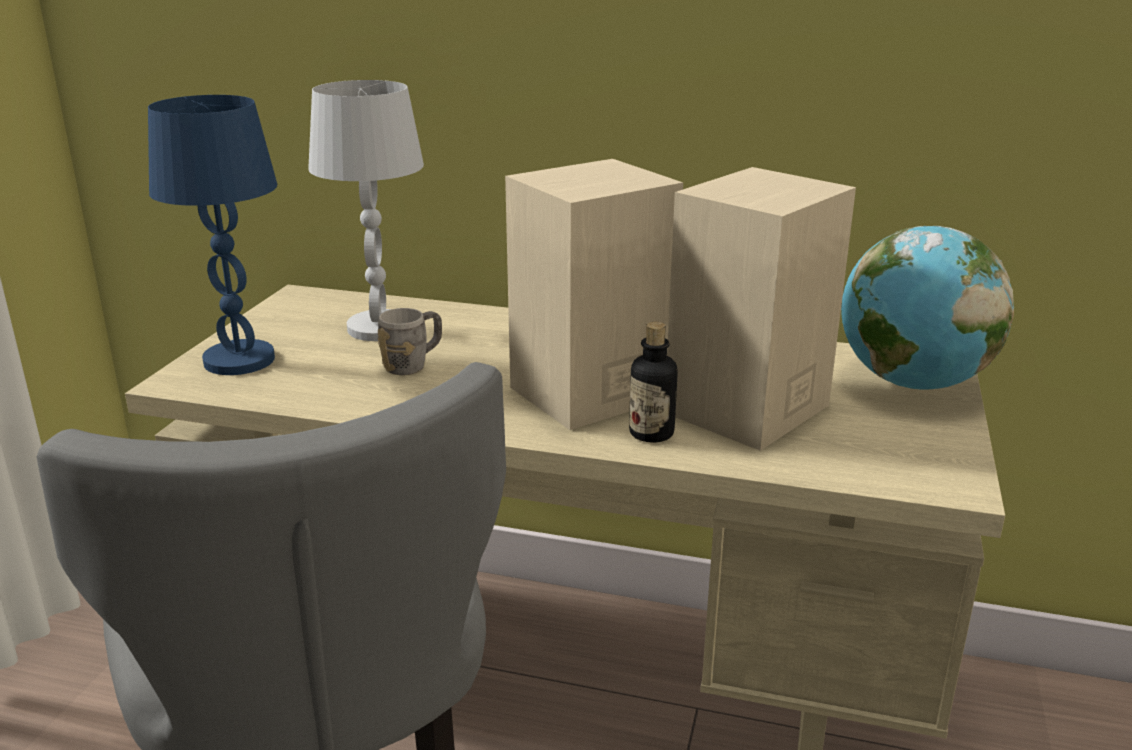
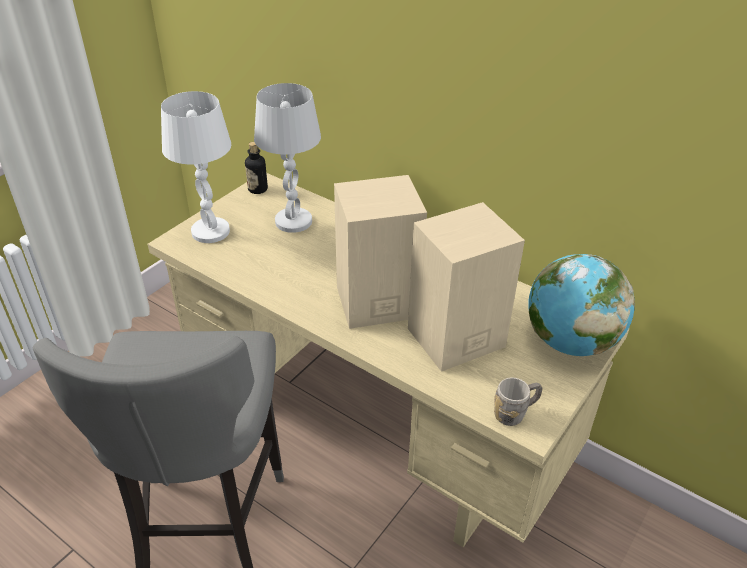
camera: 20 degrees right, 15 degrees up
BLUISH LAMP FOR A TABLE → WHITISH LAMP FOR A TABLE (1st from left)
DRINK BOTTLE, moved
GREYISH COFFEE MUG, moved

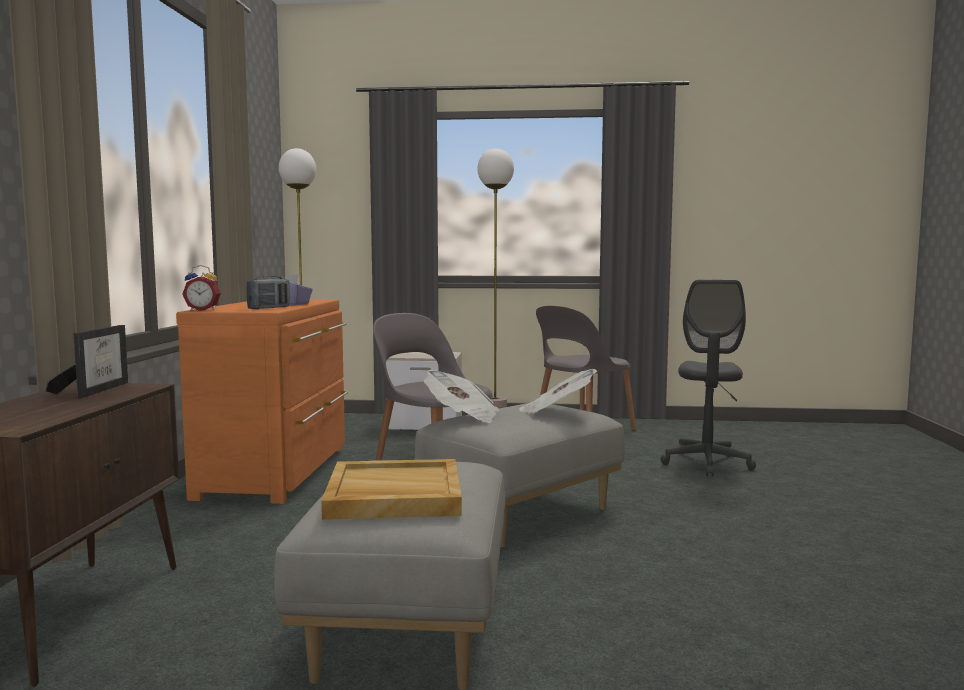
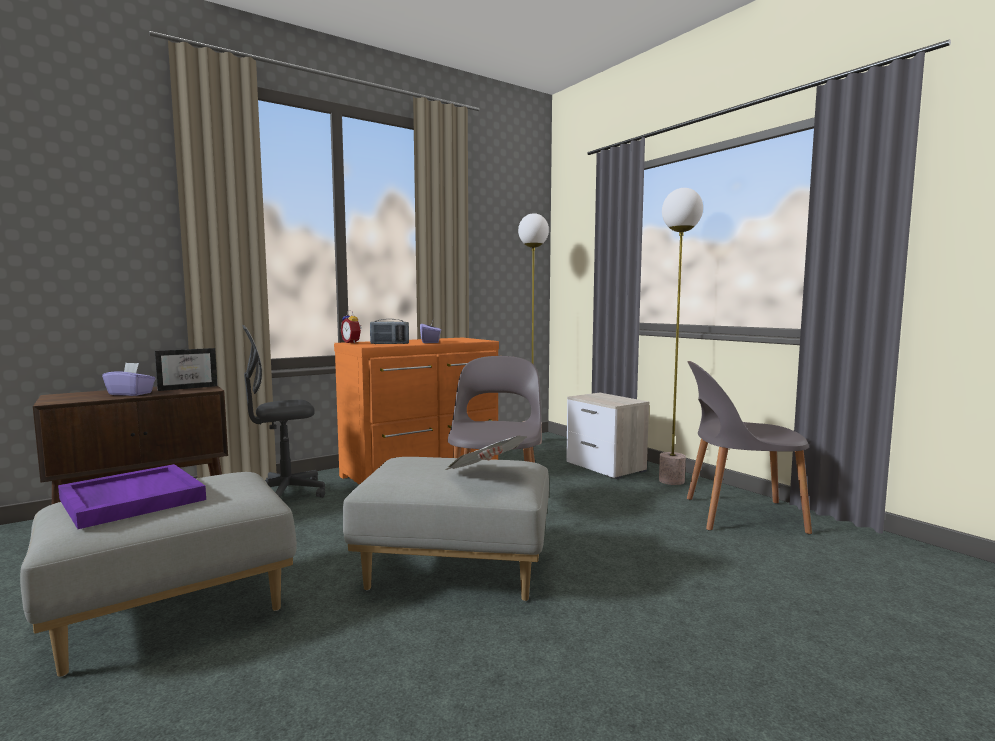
camera: 50 degrees right, 0 degrees up
BEIGE CARRYING TRAY → PURPLE CARRYING TRAY
- → PURPLE BOX OF TISSUES (1st from left)
GREYISH OFFICE CHAIR, moved
NEWSPAPER (1st from left) → -

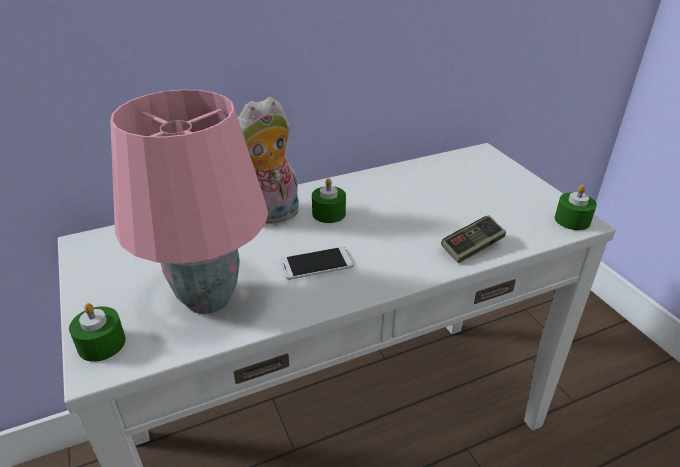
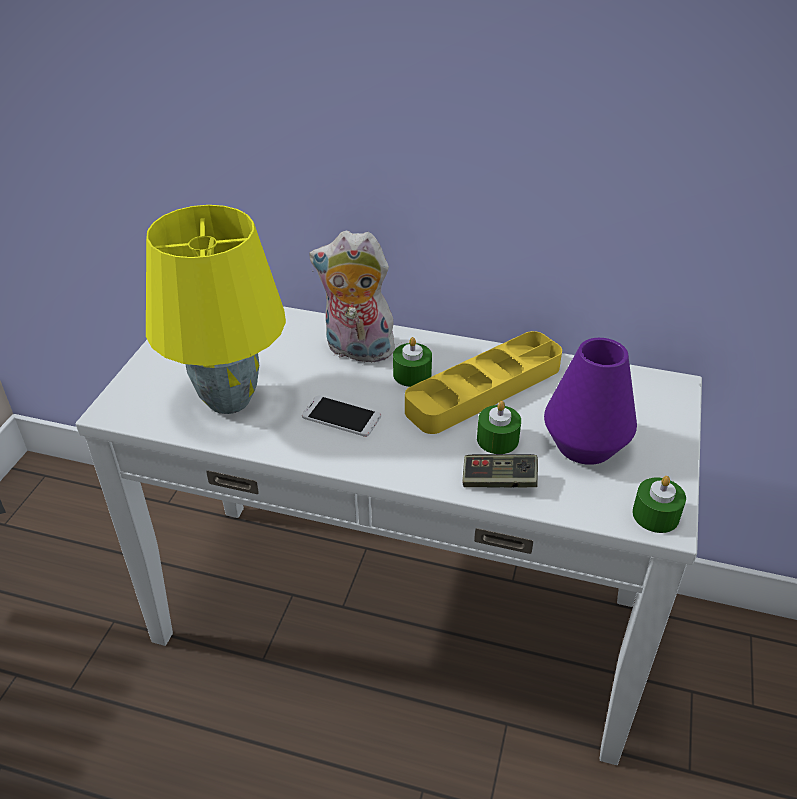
camera: 40 degrees right, 5 degrees up
PINK-COLOURED LAMP FOR A TABLE → YELLOWISH LAMP FOR A TABLE
- → YELLOWISH CARRYING TRAY
GREEN WAX CANDLE (1st from left in the first image) → GREEN WAX CANDLE (2nd from left), moved
- → PURPLE DECORATIVE VASE

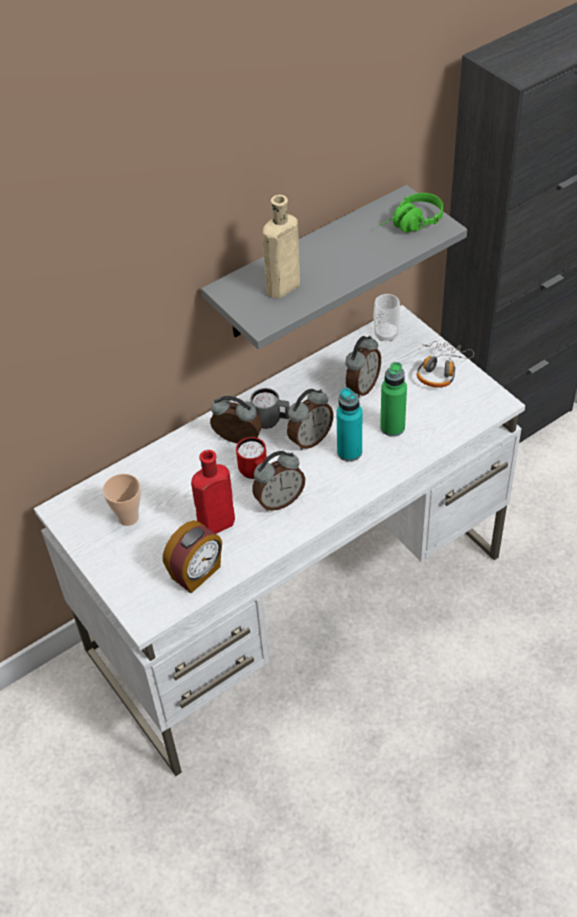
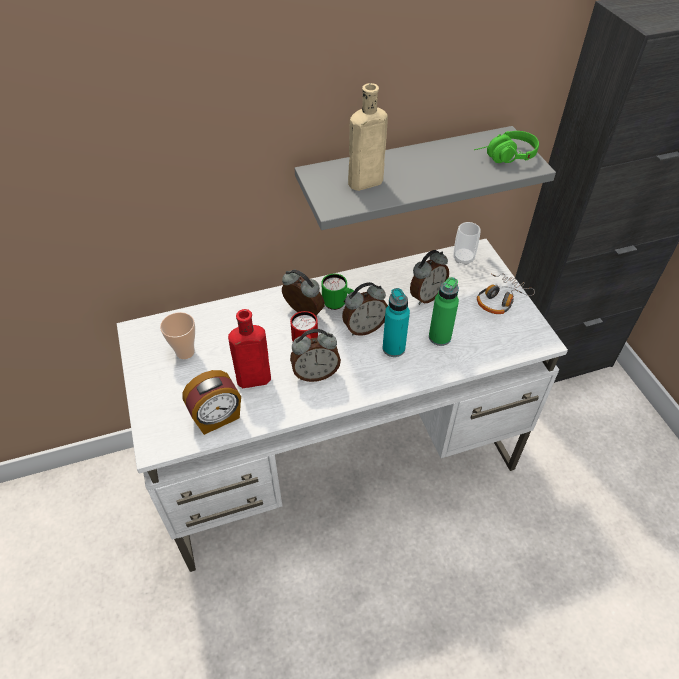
camera: 15 degrees right, 0 degrees up
GREYISH COFFEE MUG → GREEN COFFEE MUG

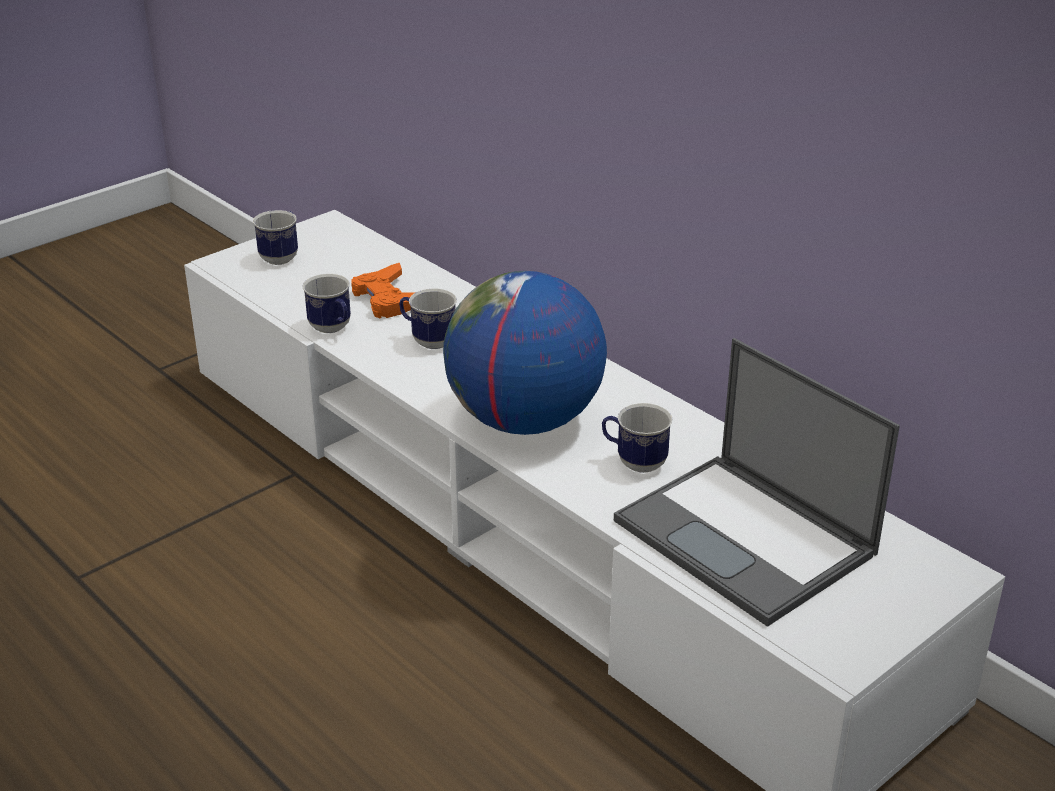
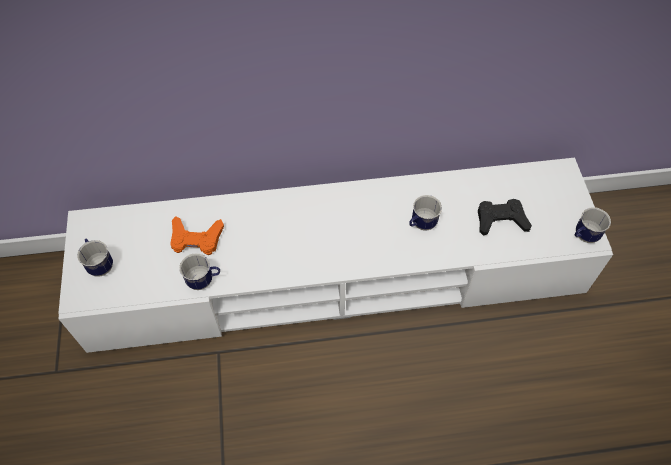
camera: 55 degrees left, 25 degrees up
LAPTOP → BLACK-COLOURED JOYPAD
COFFEE MUG (3rd from left in the first image) → COFFEE MUG (4th from left), moved
WORLD GLOBE → -

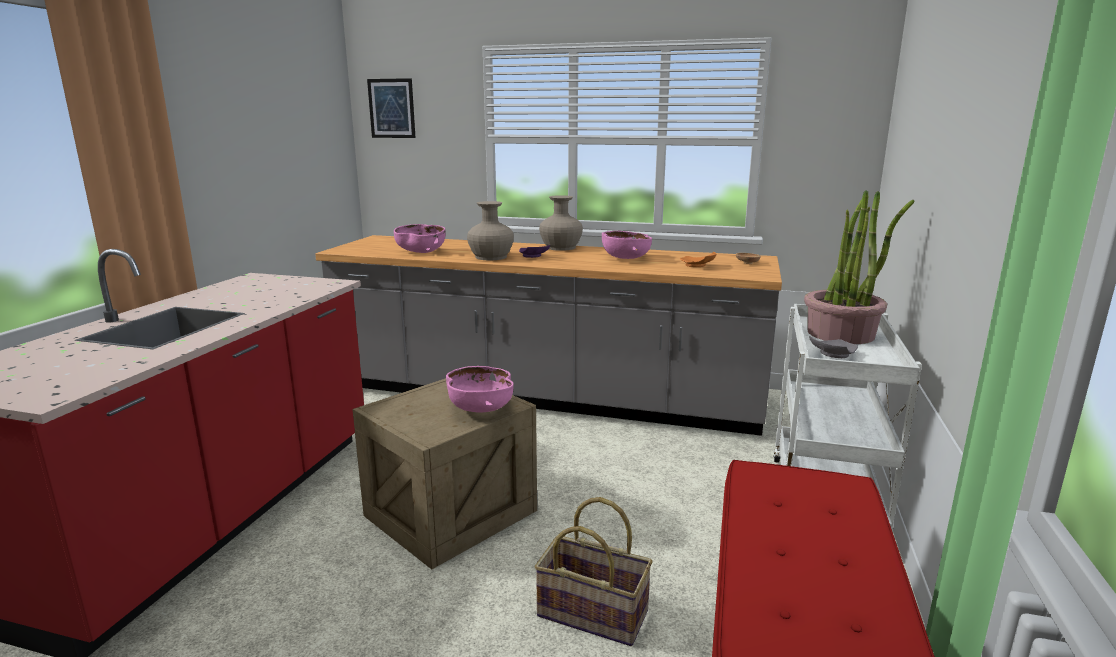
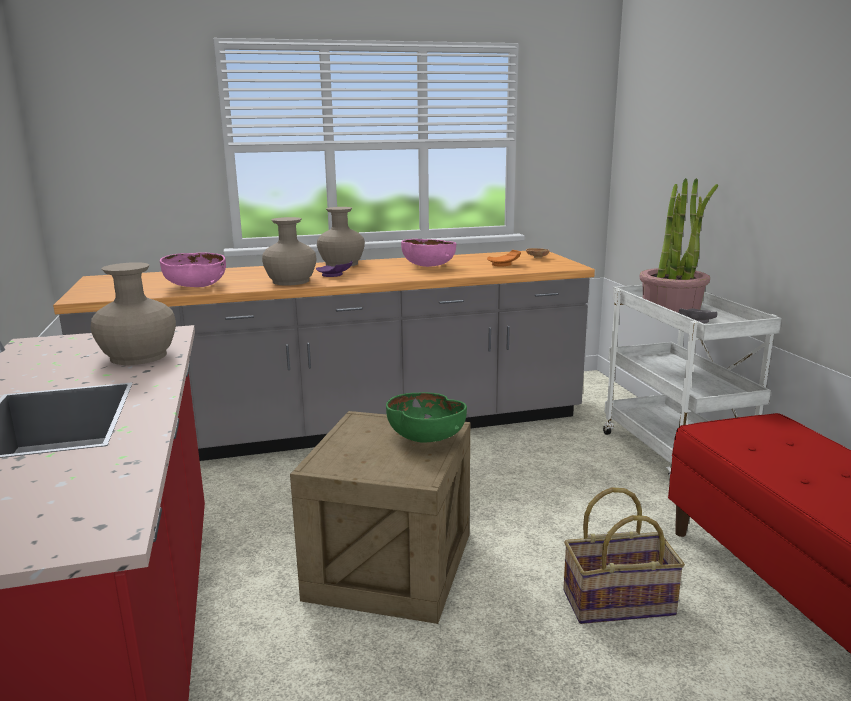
camera: 30 degrees left, 0 degrees up
- → BEIGE DECORATIVE VASE (1st from left)
PINK-COLOURED SERVING BOWL (2nd from left) → GREEN SERVING BOWL
WALL PICTURE → -

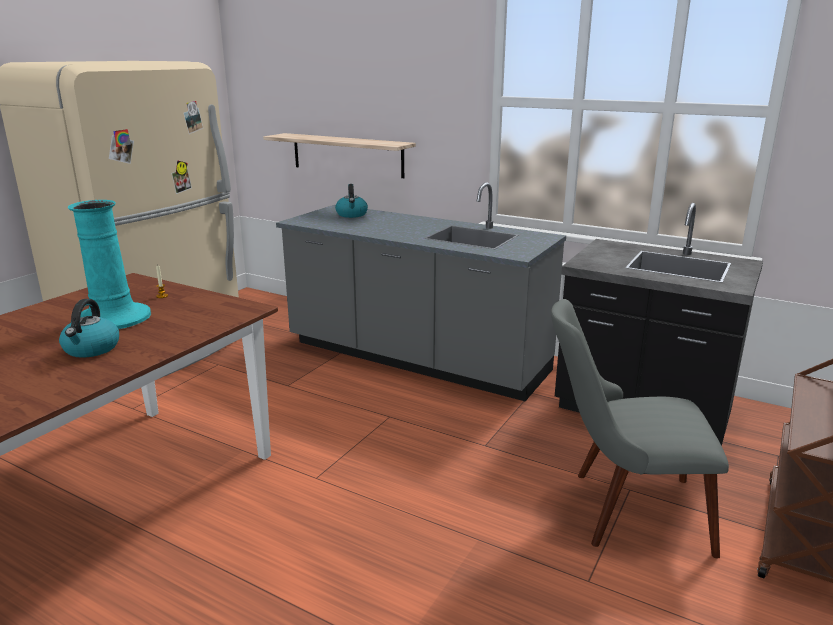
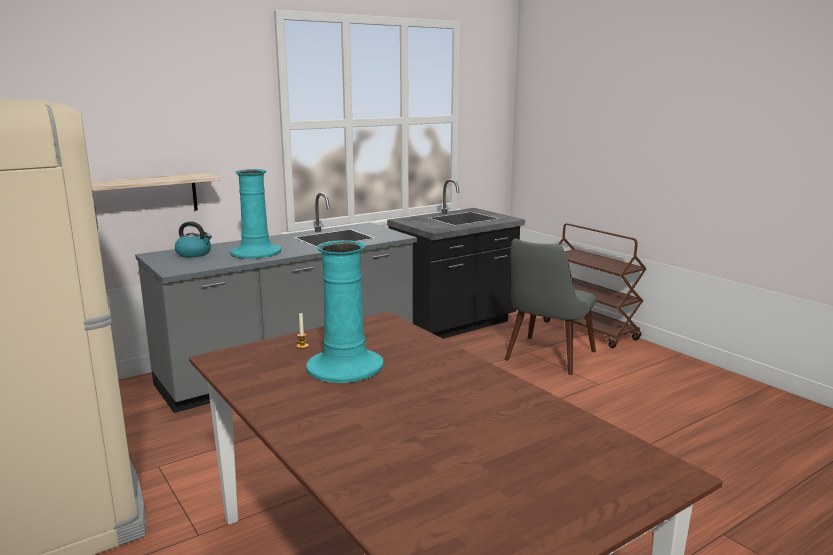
camera: 65 degrees left, 5 degrees down
- → TURQUOISE DECORATIVE VASE (1st from left)
KETTLE (1st from left) → -

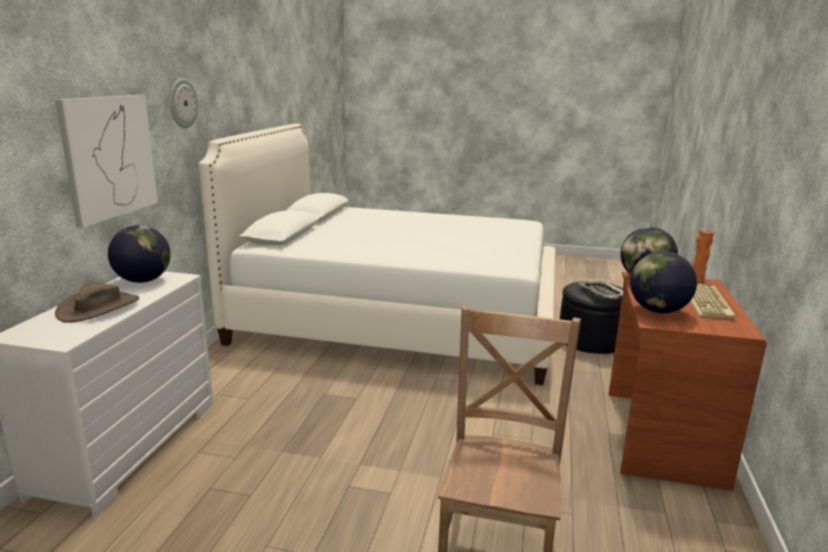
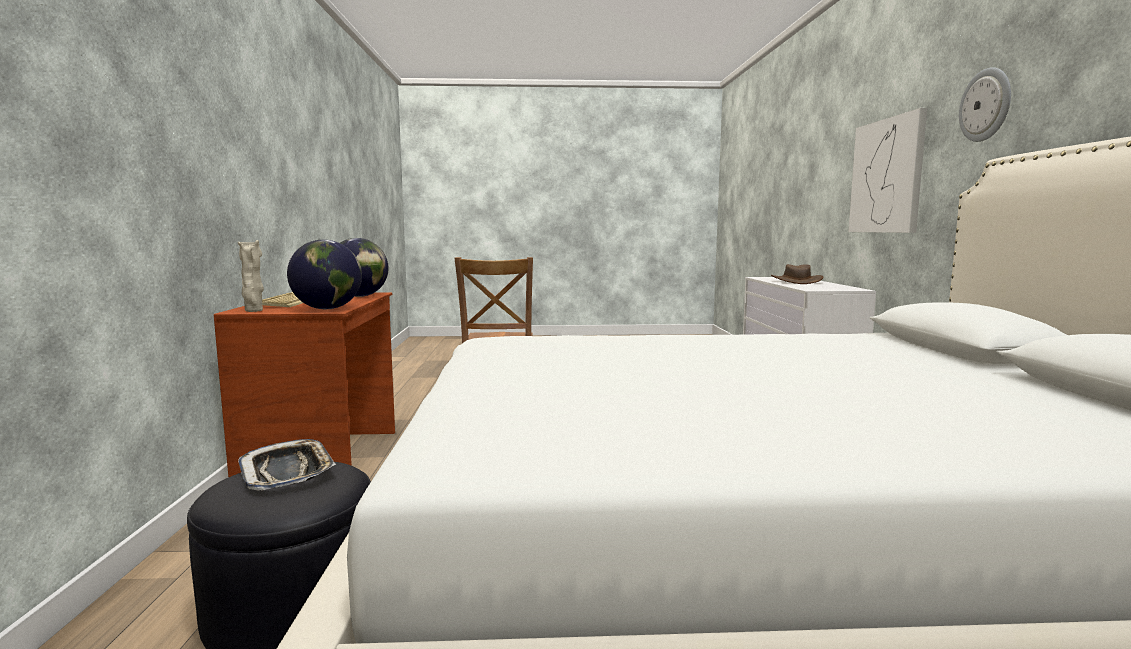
camera: 165 degrees right, 10 degrees down
ORANGE DECORATIVE VASE → BEIGE DECORATIVE VASE
WORLD GLOBE (1st from left) → -

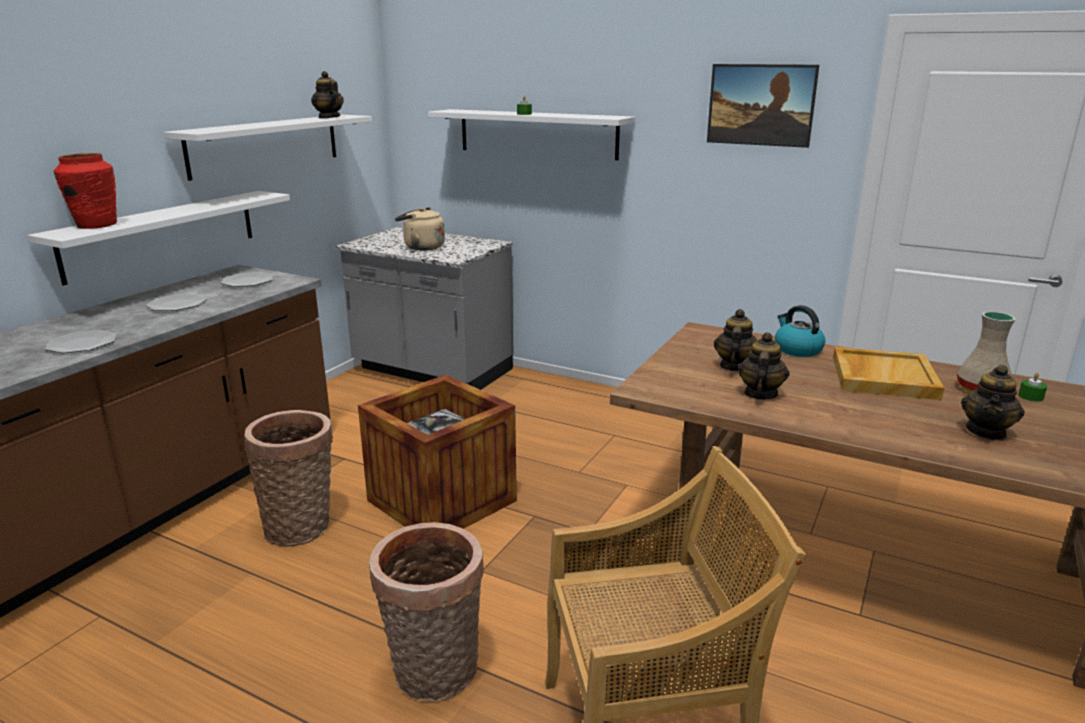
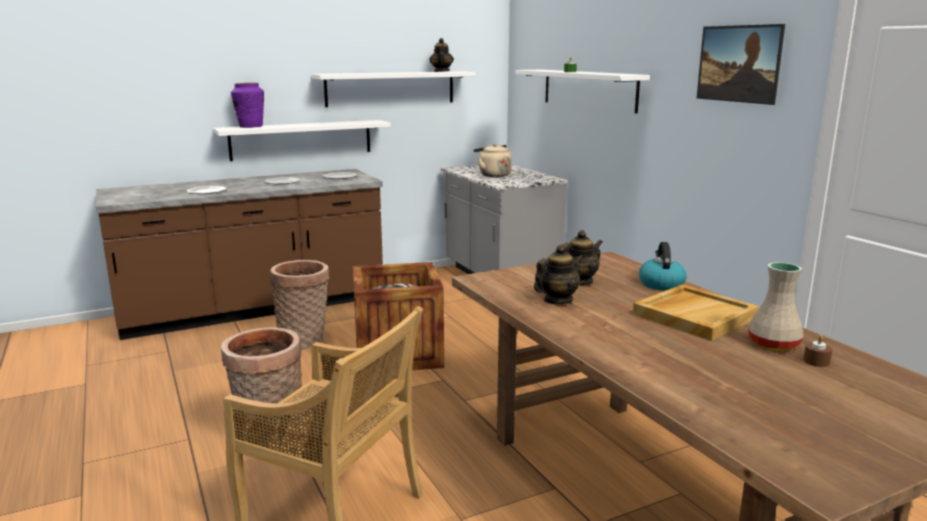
camera: 35 degrees right, 5 degrees down
RED-COLOURED DECORATIVE VASE → PURPLE DECORATIVE VASE
GREEN WAX CANDLE (2nd from left) → BROWN WAX CANDLE
TEA POT (4th from left) → -

